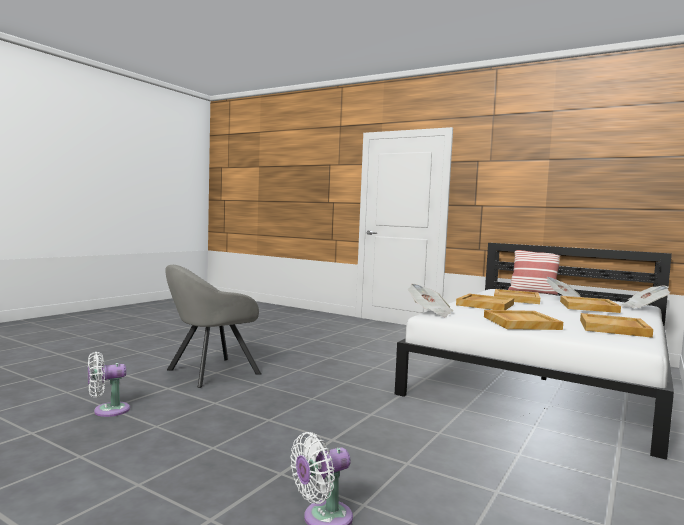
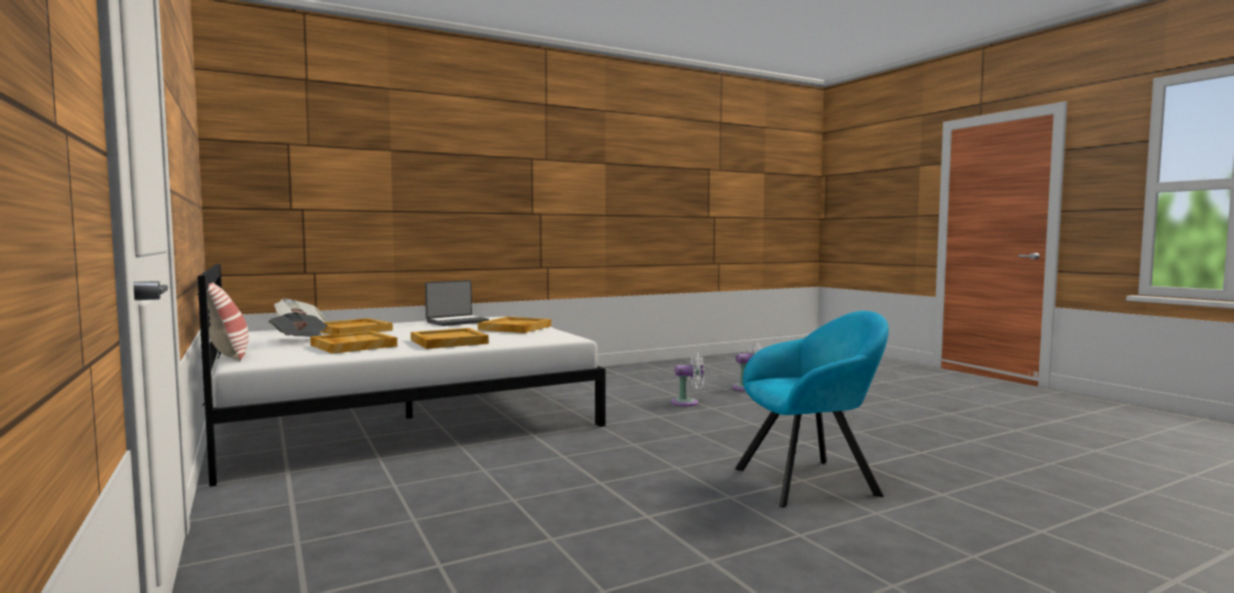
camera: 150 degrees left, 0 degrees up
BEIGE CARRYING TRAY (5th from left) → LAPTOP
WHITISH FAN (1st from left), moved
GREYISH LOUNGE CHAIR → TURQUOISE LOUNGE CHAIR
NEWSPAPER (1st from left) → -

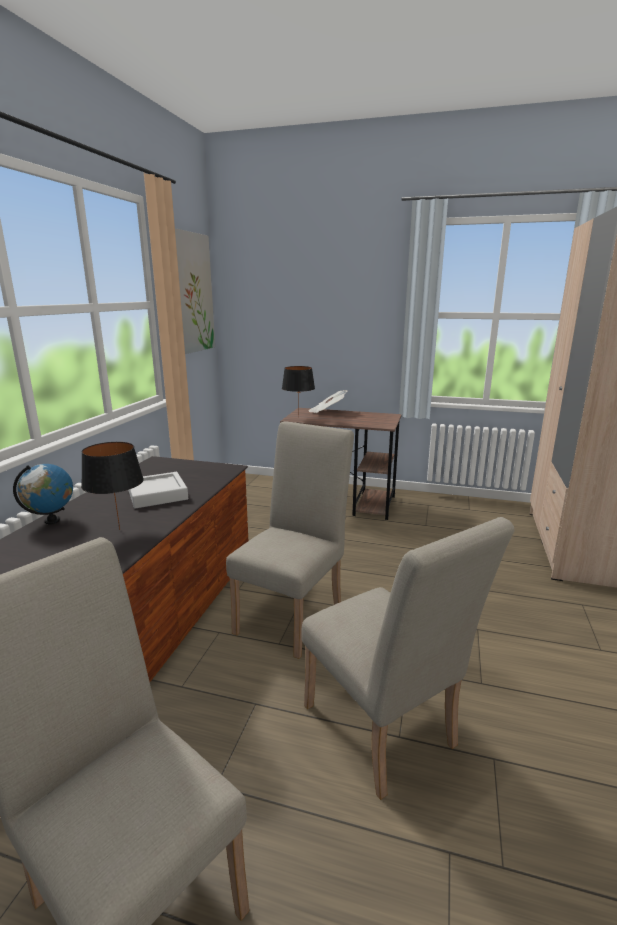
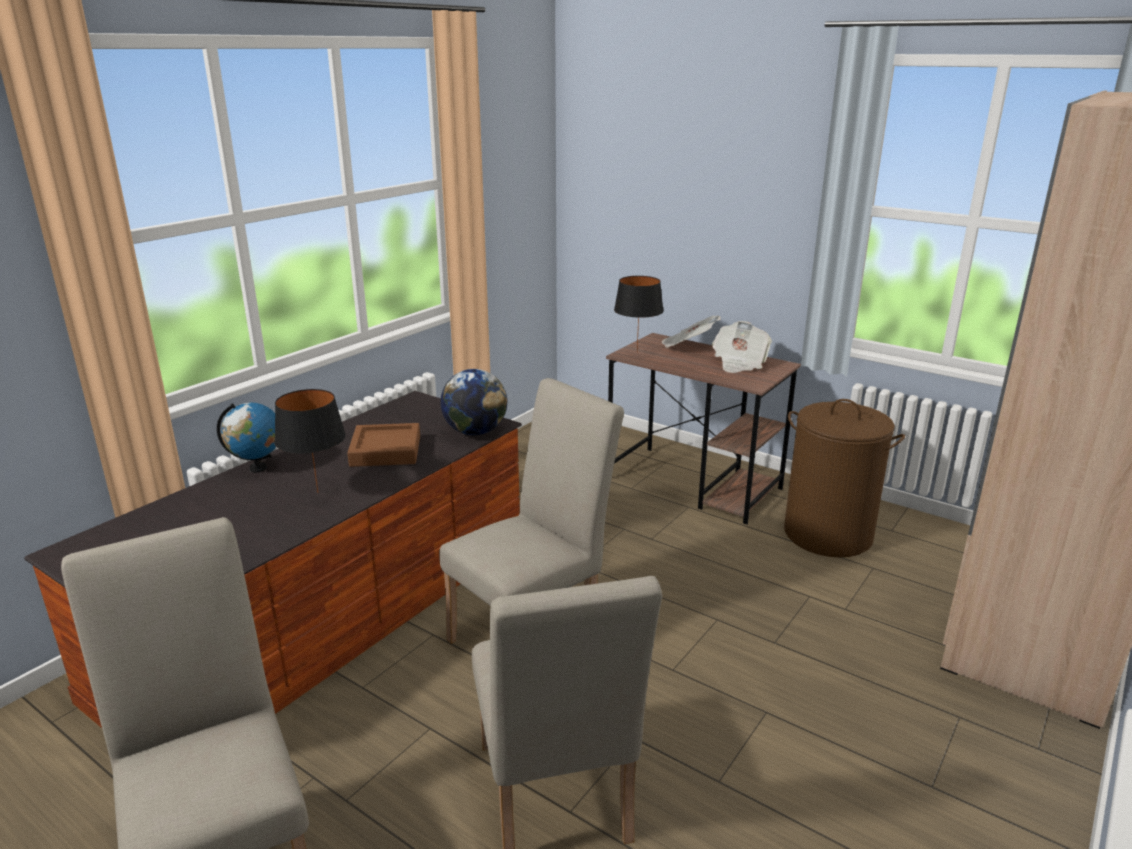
camera: 20 degrees right, 5 degrees up
GREYISH CARRYING TRAY → BROWN CARRYING TRAY
- → WORLD GLOBE (2nd from left)
- → NEWSPAPER (2nd from left)
- → BROWN WASHING BASKET
WALL PICTURE → -

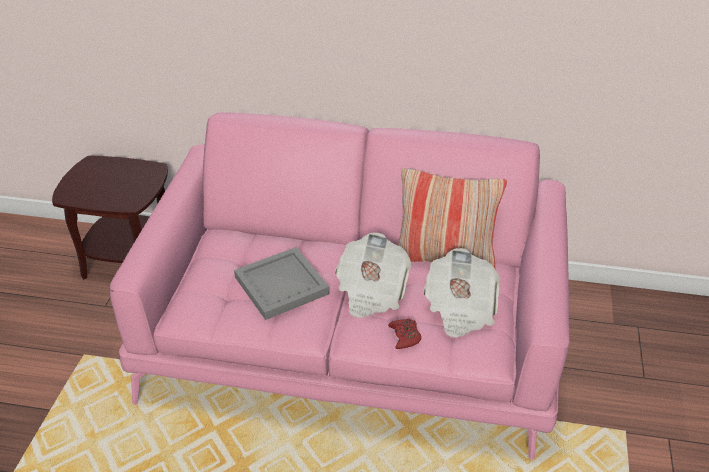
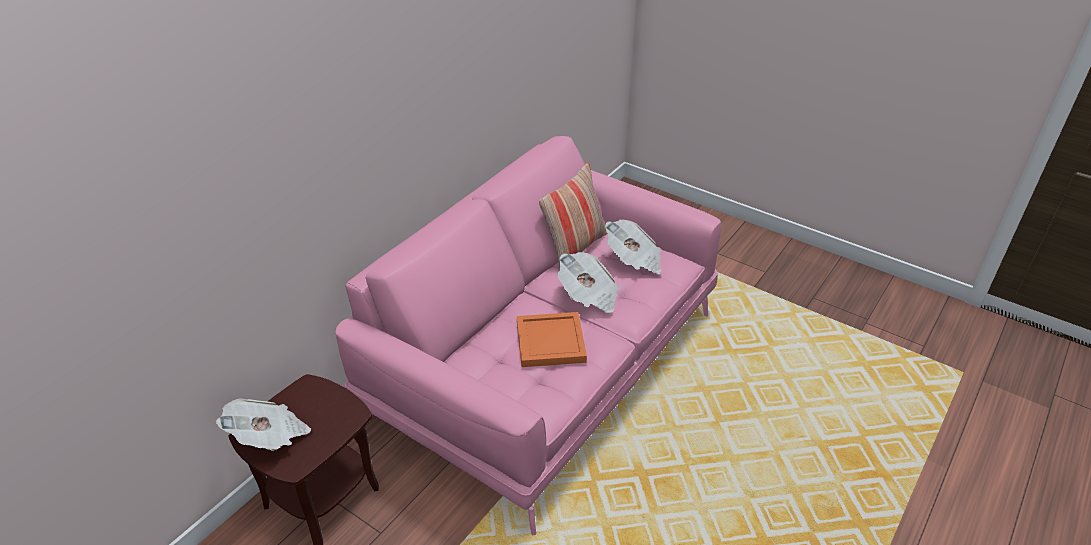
camera: 65 degrees left, 0 degrees up
- → NEWSPAPER (1st from left)
GREYISH CARRYING TRAY → ORANGE CARRYING TRAY
RED-COLOURED JOYPAD → -

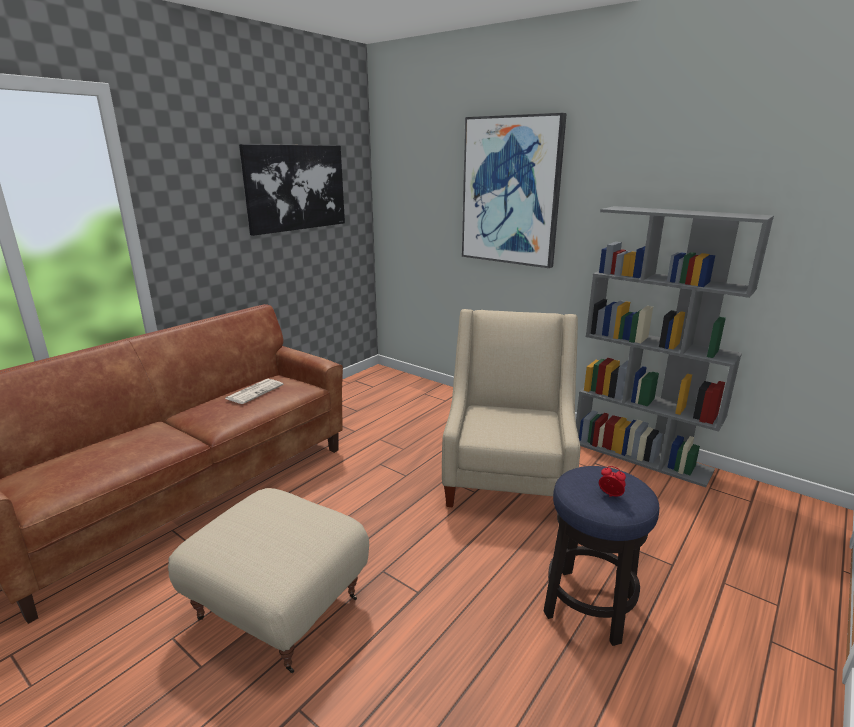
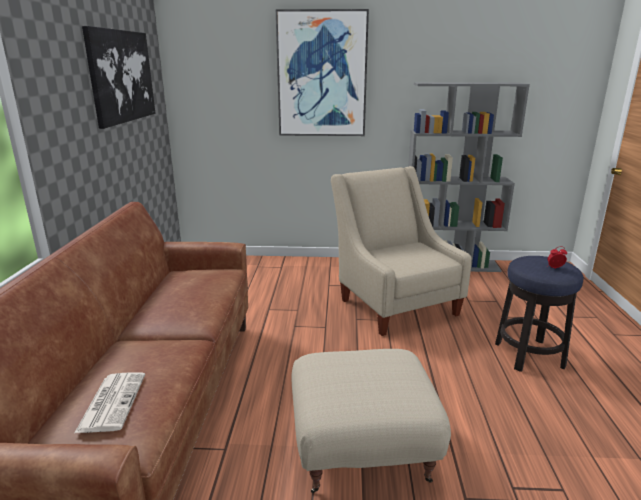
camera: 35 degrees left, 0 degrees up
NEWSPAPER, moved

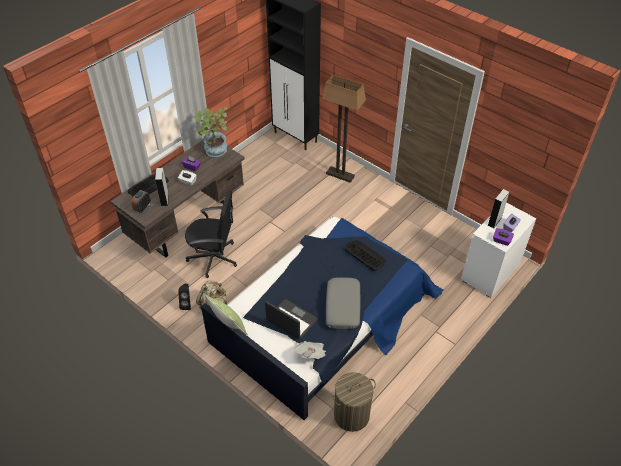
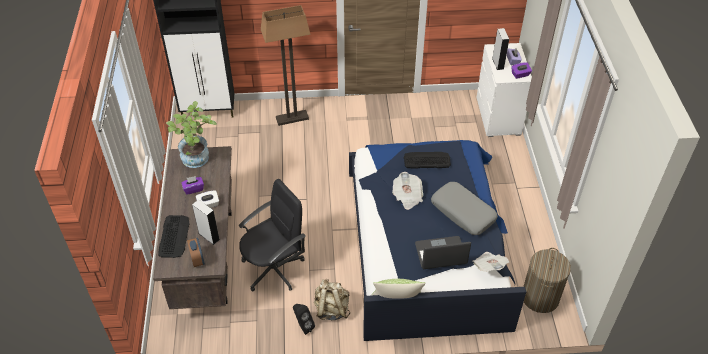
camera: 45 degrees left, 0 degrees up
- → NEWSPAPER (1st from left)

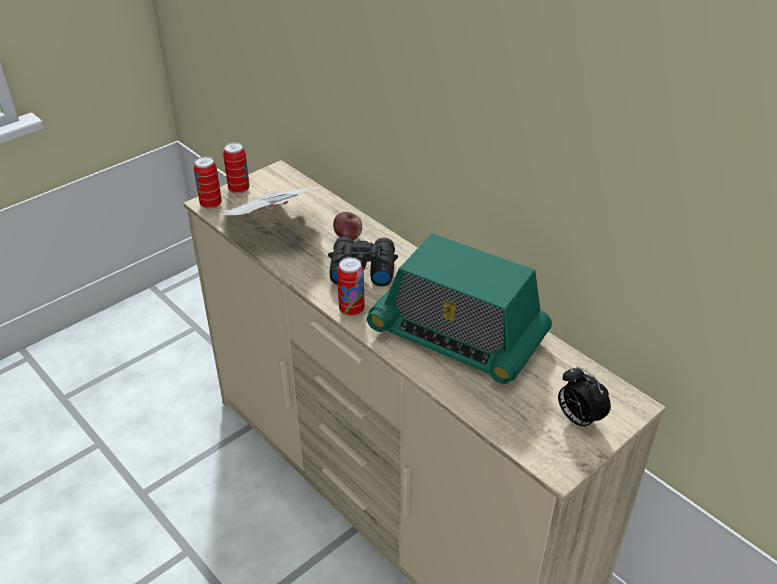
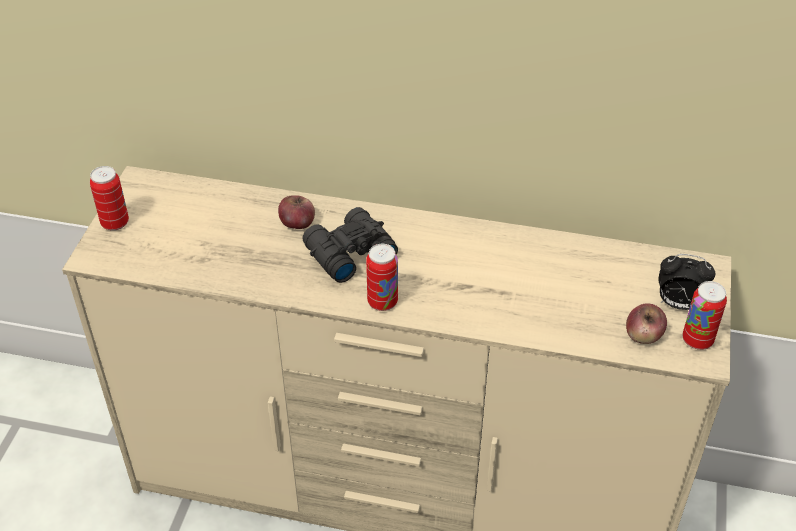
camera: 35 degrees left, 5 degrees up
- → APPLE FRUIT (2nd from left)
METAL CAN (1st from left in the first image) → METAL CAN (3rd from left), moved
NEWSPAPER → -
RADIO RECEIVER → -

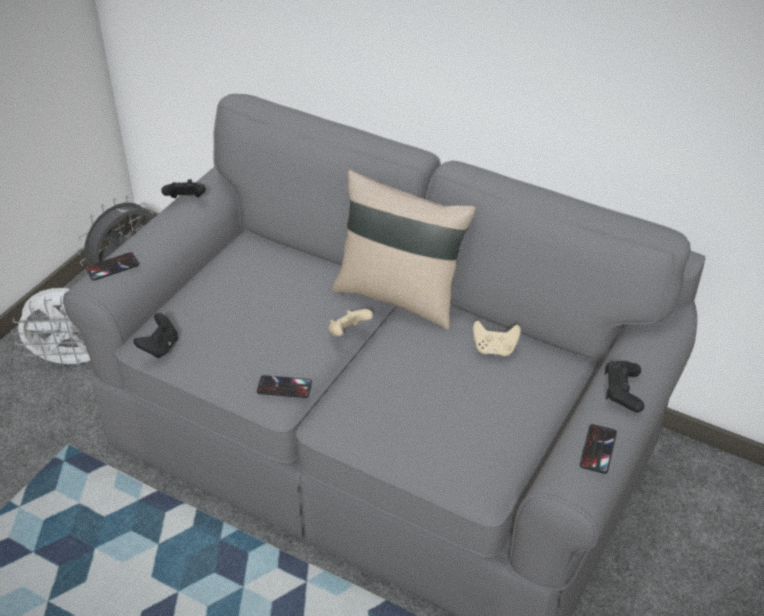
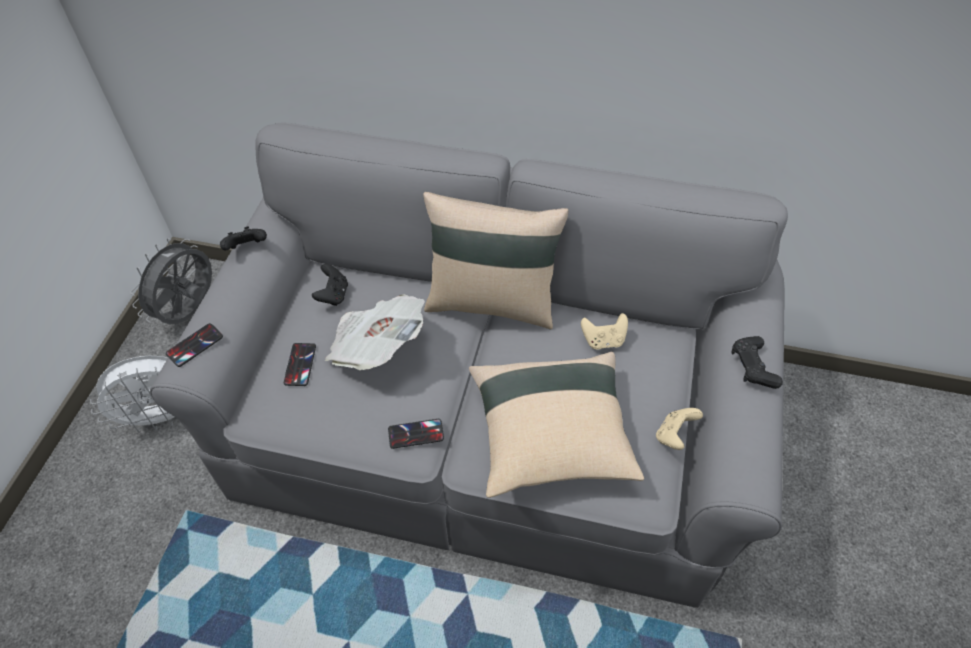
camera: 15 degrees left, 10 degrees up
HANDSET (3rd from left in the first image) → HANDSET (2nd from left), moved
BLACK-COLOURED JOYPAD (1st from left in the first image) → BLACK-COLOURED JOYPAD (2nd from left), moved
- → NEWSPAPER
- → BEIGE THROW PILLOW (2nd from left)
BEIGE JOYPAD (1st from left in the first image) → BEIGE JOYPAD (2nd from left), moved

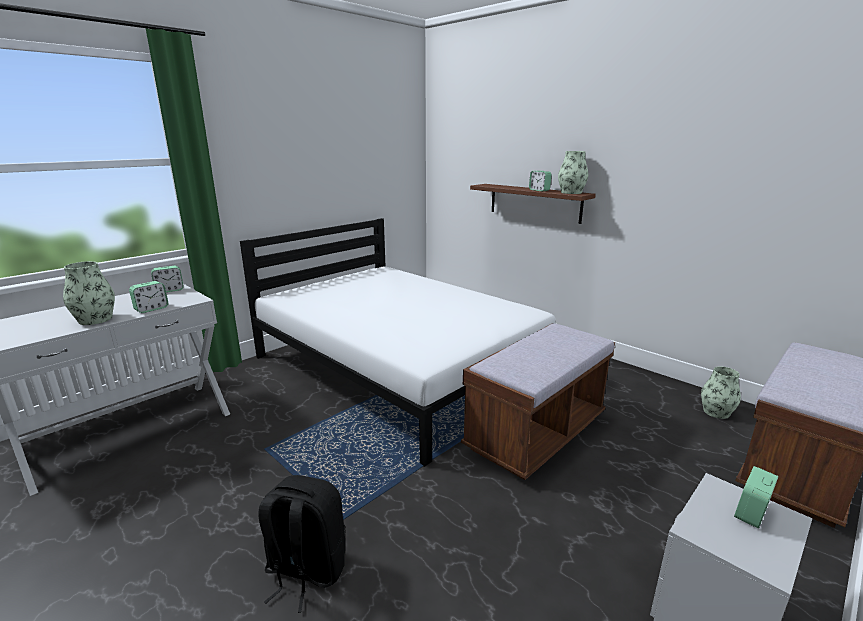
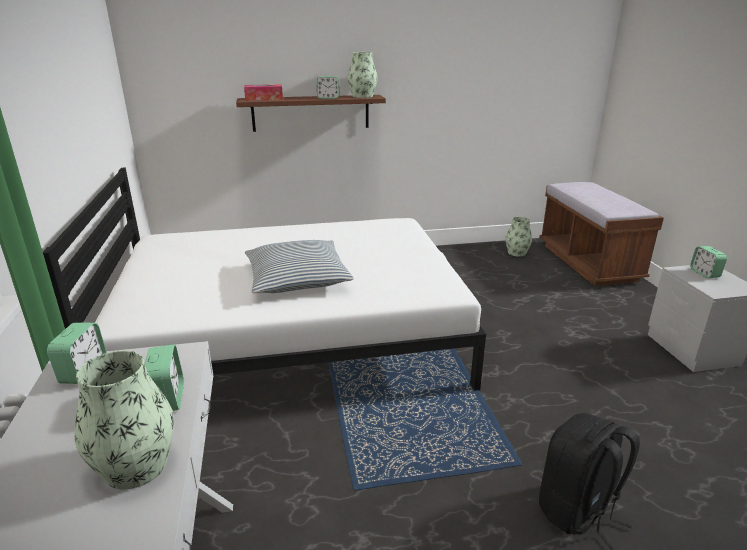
camera: 55 degrees left, 5 degrees up
- → BOX OF TISSUES
- → THROW PILLOW
BROWN INDOOR BENCH (1st from left) → -

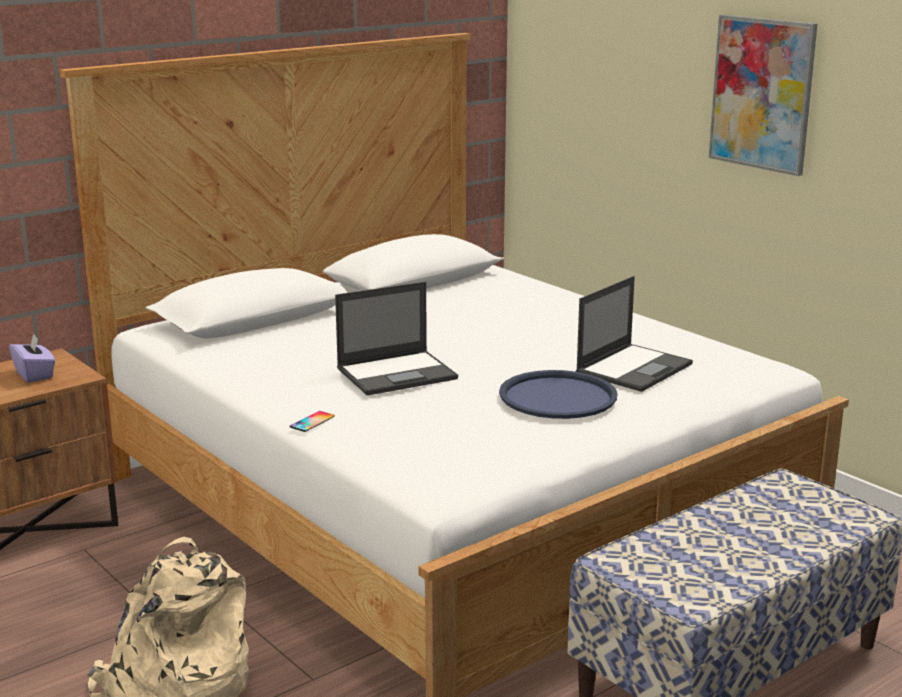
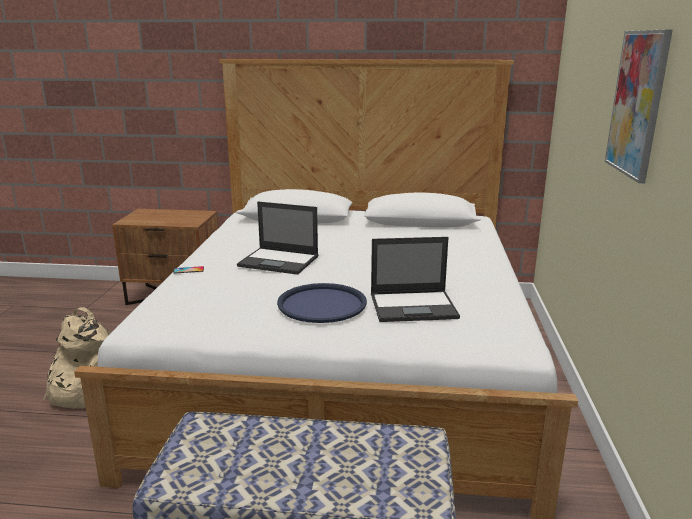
camera: 45 degrees right, 0 degrees up
PURPLE BOX OF TISSUES → -

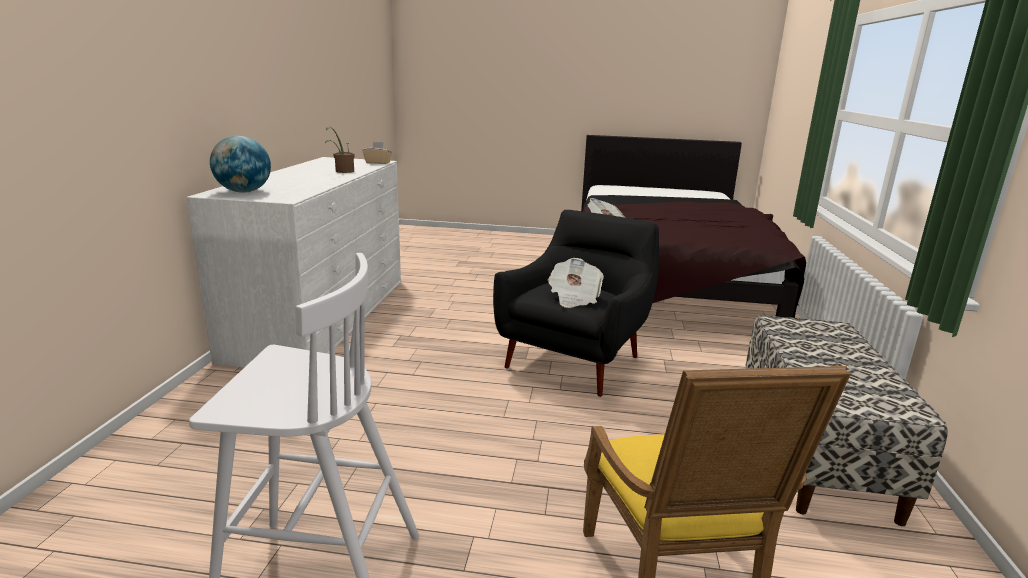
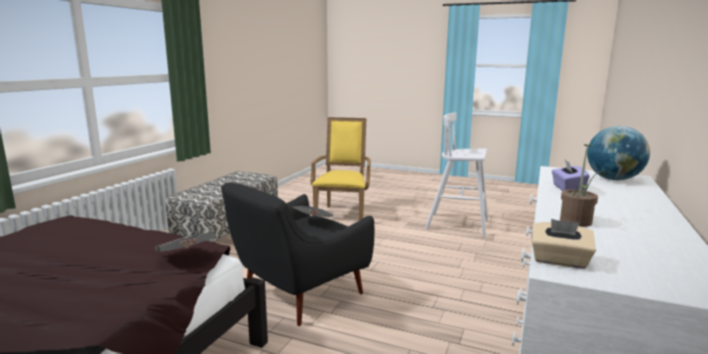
camera: 165 degrees left, 5 degrees down
- → PURPLE BOX OF TISSUES

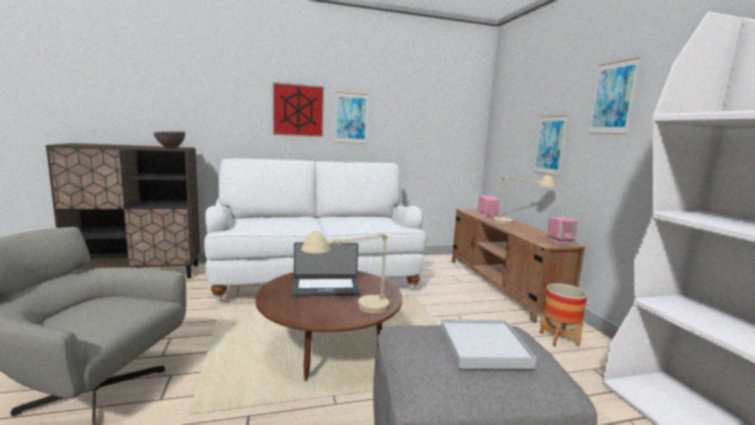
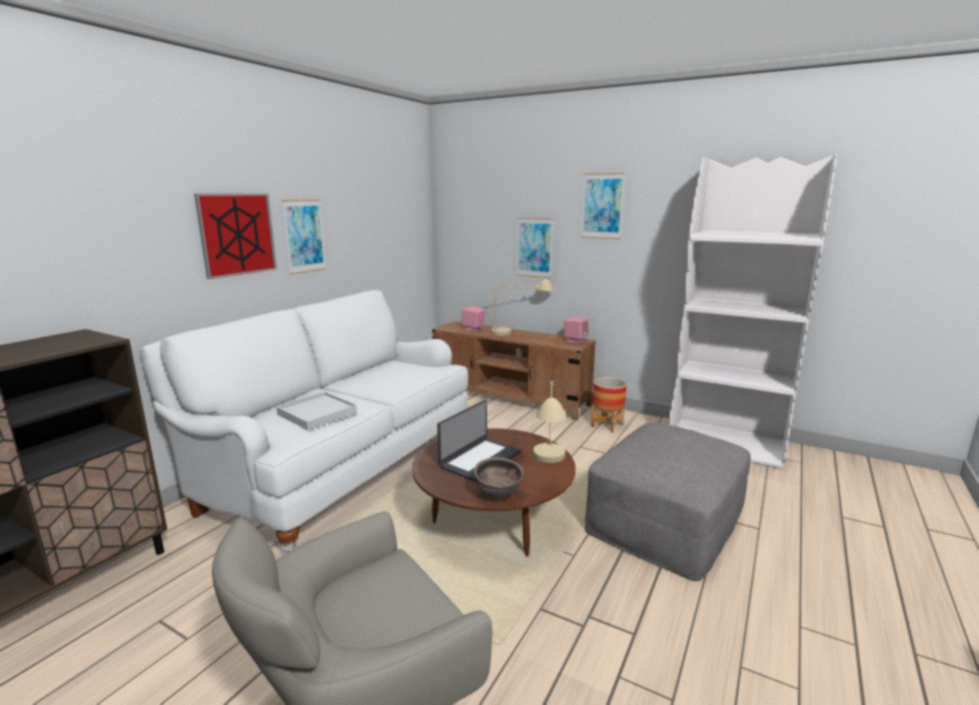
camera: 45 degrees left, 5 degrees up
WHITISH CARRYING TRAY, moved
BROWN SERVING BOWL, moved

